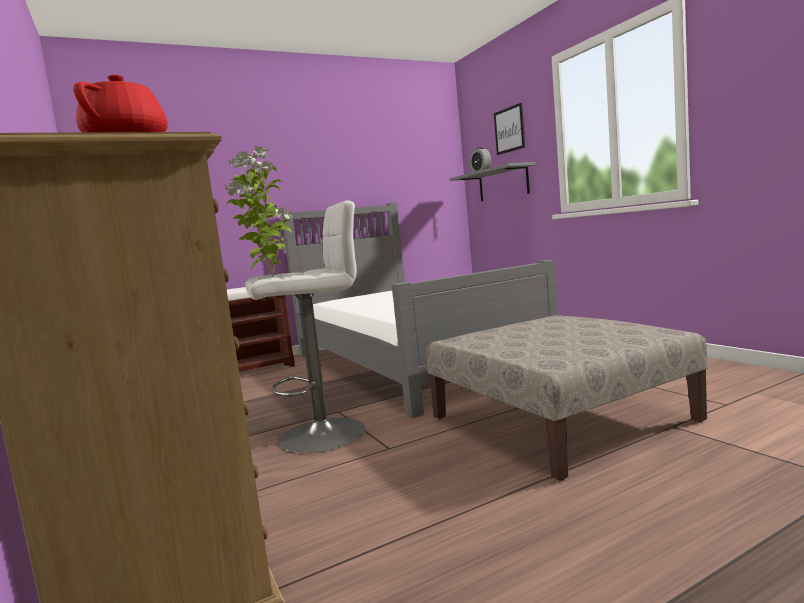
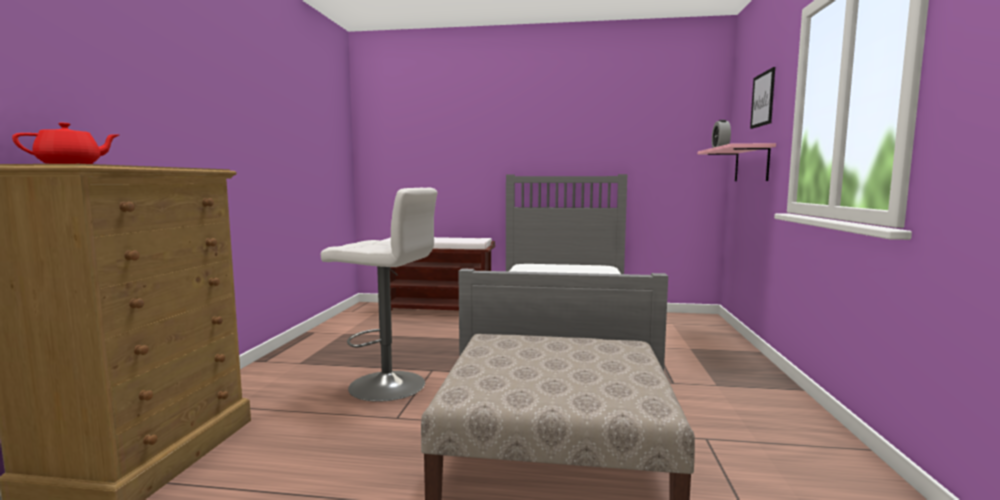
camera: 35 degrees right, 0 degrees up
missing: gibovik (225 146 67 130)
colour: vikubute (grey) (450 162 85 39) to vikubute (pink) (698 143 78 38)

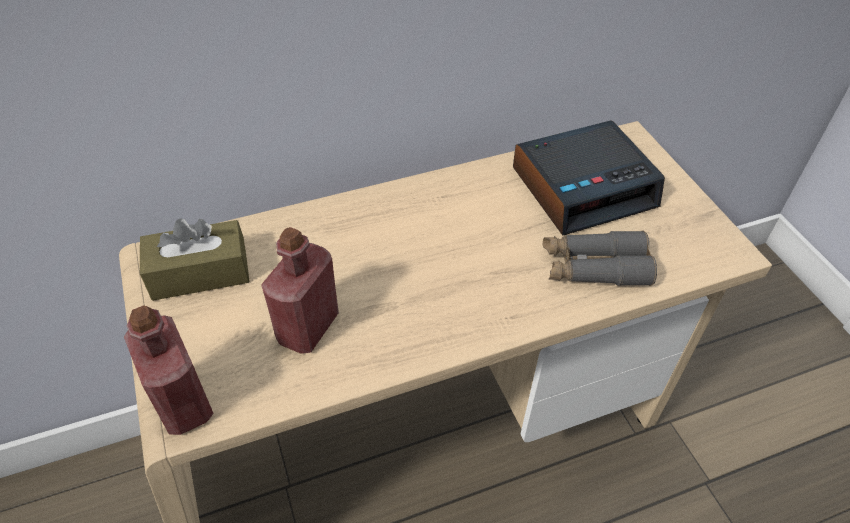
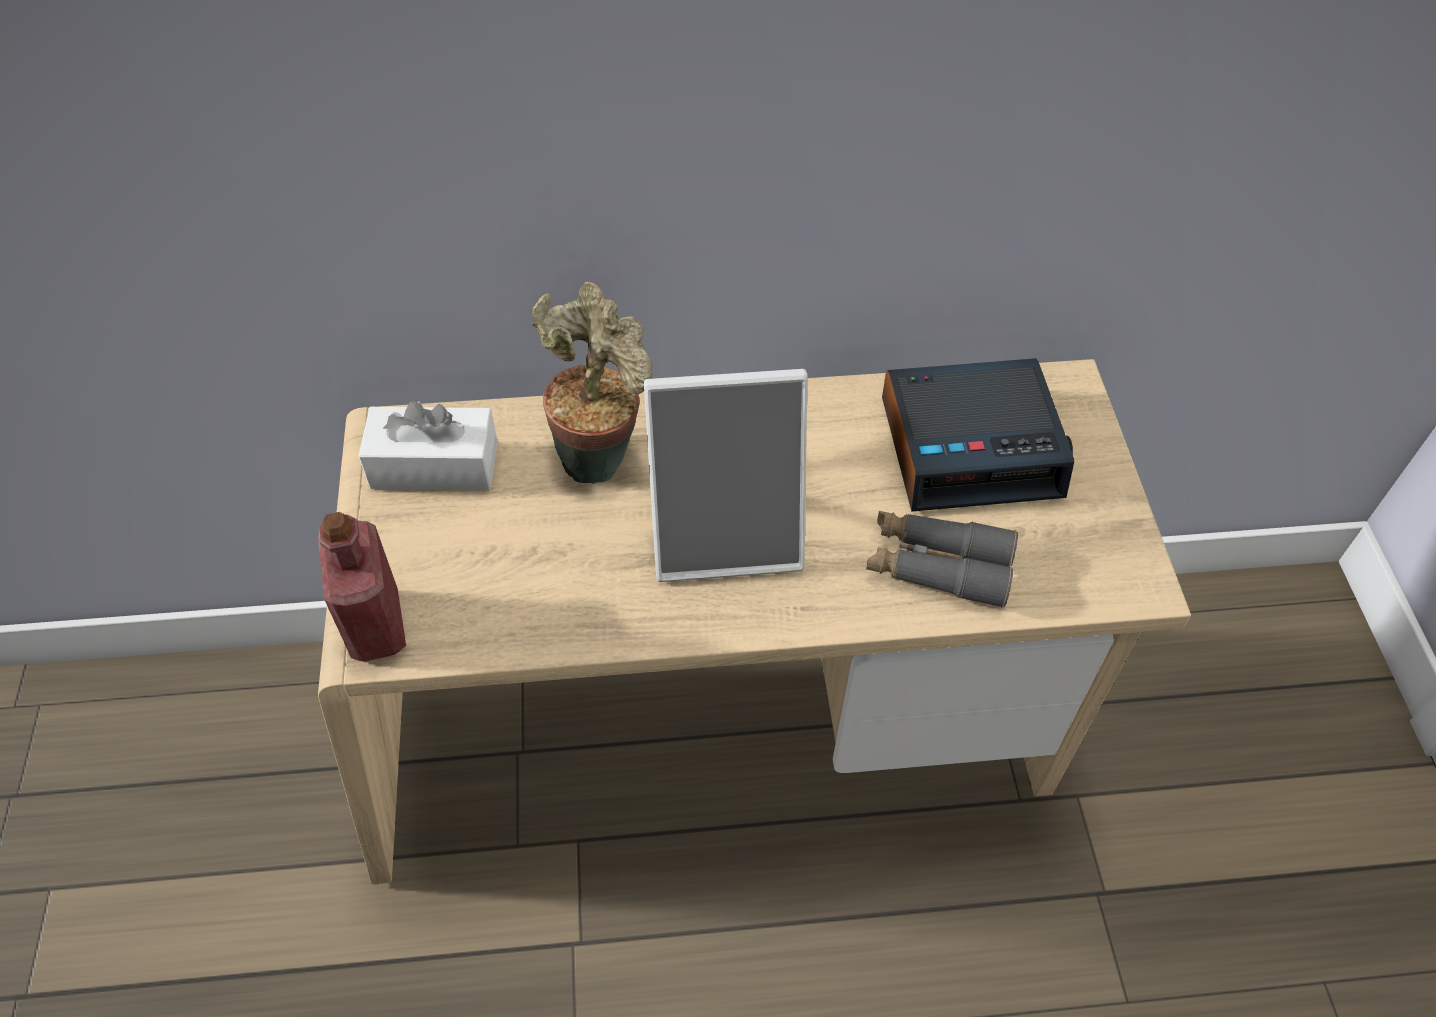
camera: 15 degrees right, 5 degrees up
missing: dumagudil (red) (261 227 78 126)
appeared: gibovik (532 282 121 202); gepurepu (644 369 163 213)
colour: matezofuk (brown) (140 219 110 82) to matezofuk (white) (358 400 140 90)

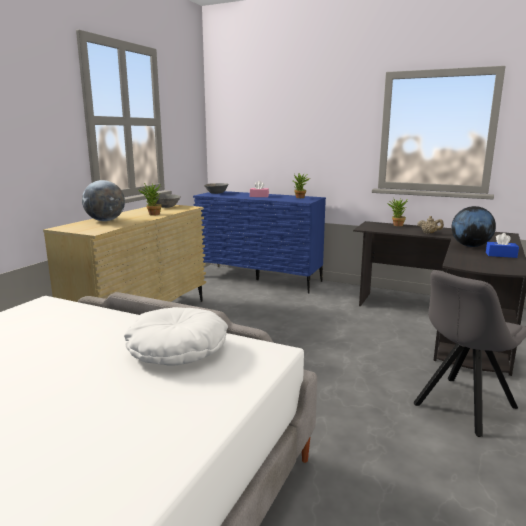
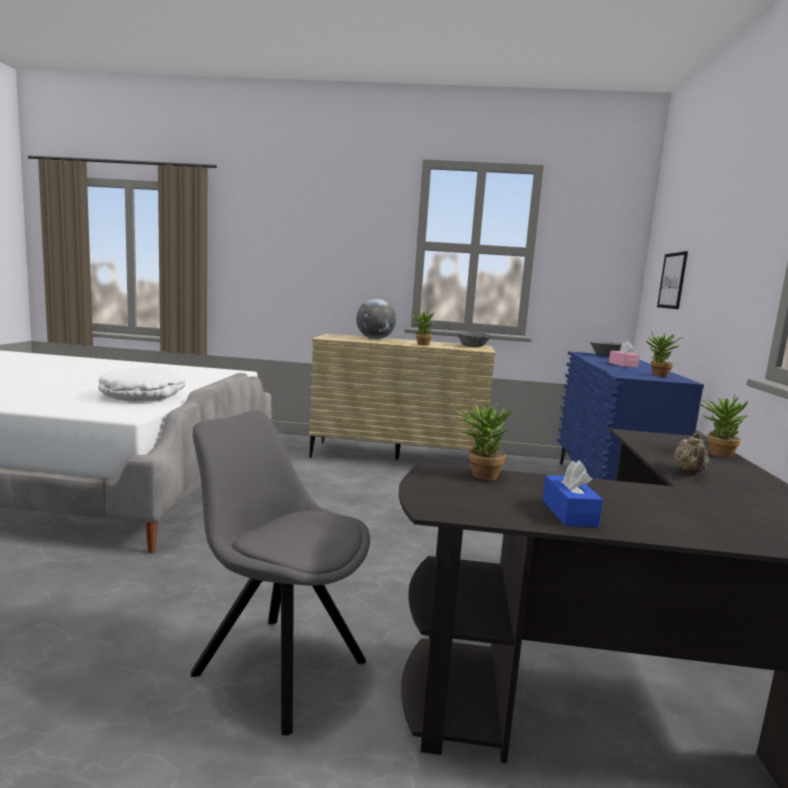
camera: 70 degrees right, 5 degrees down
missing: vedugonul (452 206 44 41)
appeared: gibovik (455 398 58 82); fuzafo (657 251 31 58)

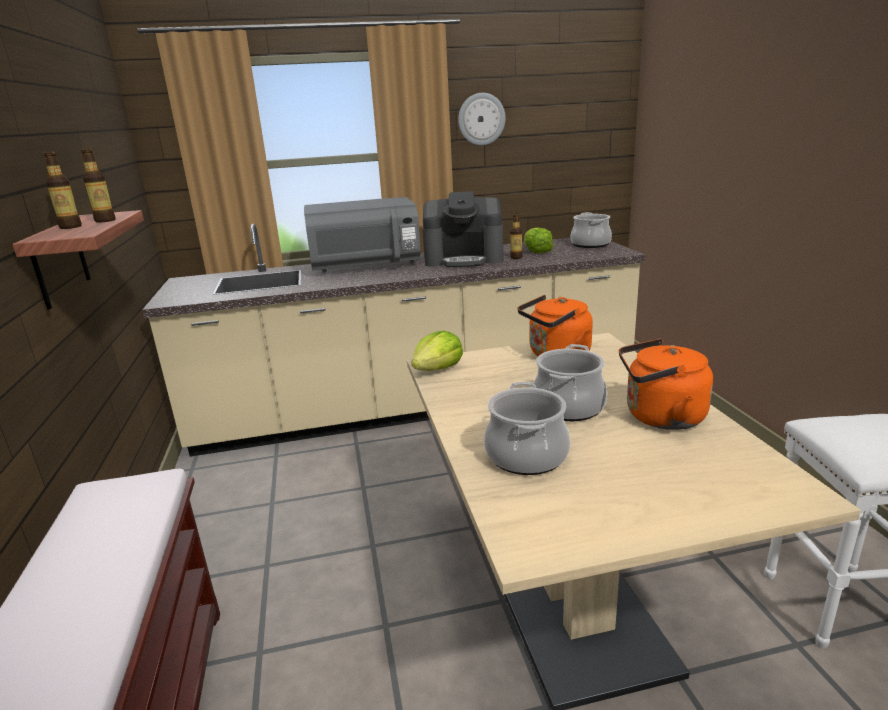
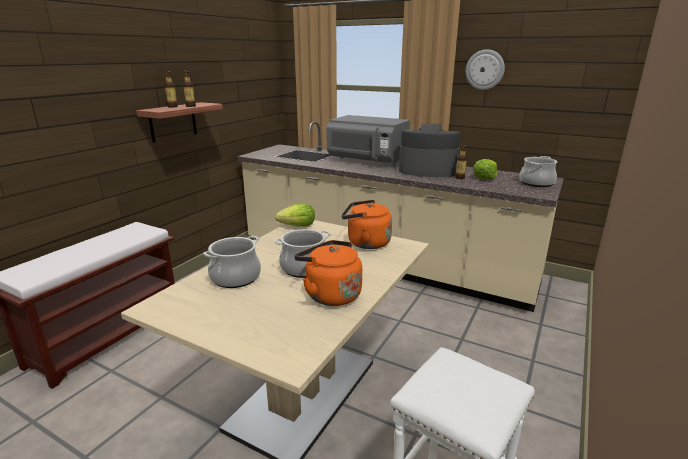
camera: 40 degrees right, 0 degrees up
spun: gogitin (422 191 82 76) = (399 123 61 54) 150 degrees clockwise

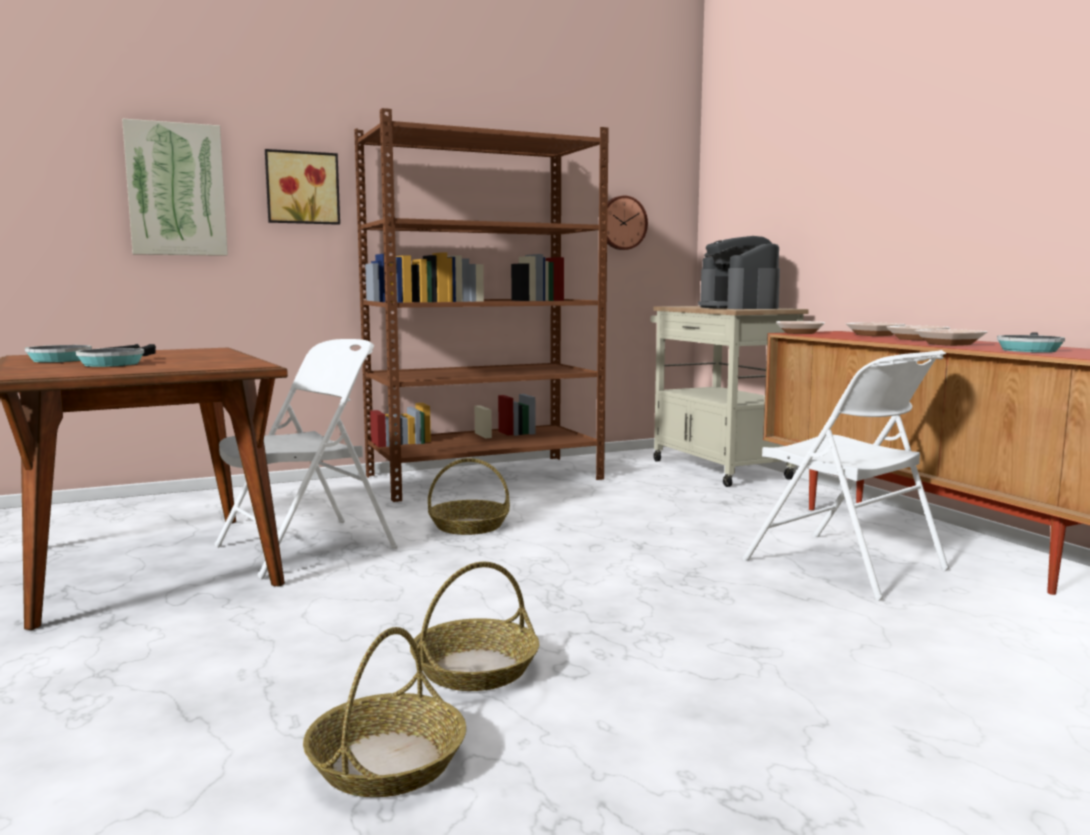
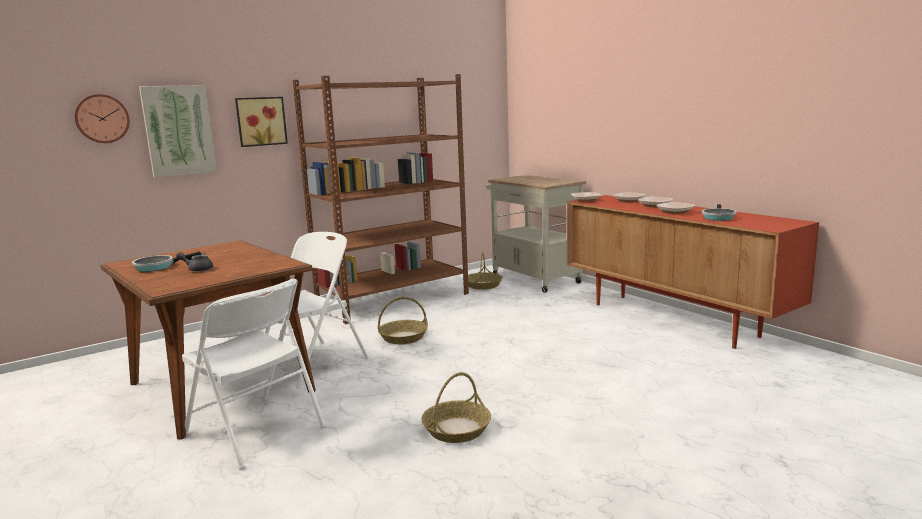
camera: 10 degrees left, 5 degrees up
missing: gogitin (698 236 82 73)
relocated: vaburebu (303 627 163 170) to (468 252 35 38); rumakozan (607 196 41 54) to (74 94 56 49); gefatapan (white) (743 350 206 251) to (182 279 144 192)
exchanged: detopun (76 344 80 23) to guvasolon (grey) (176 252 37 20)

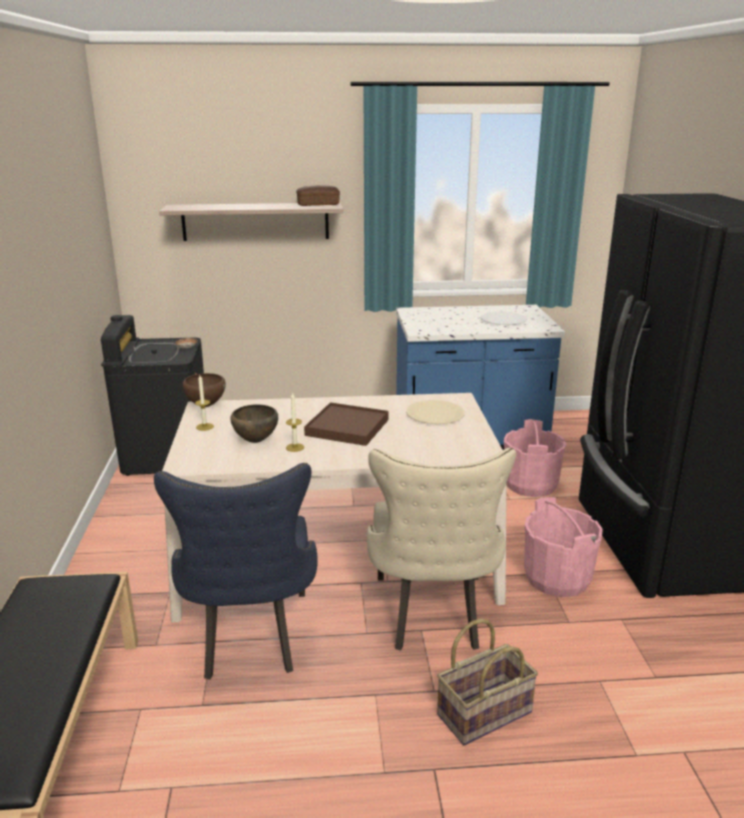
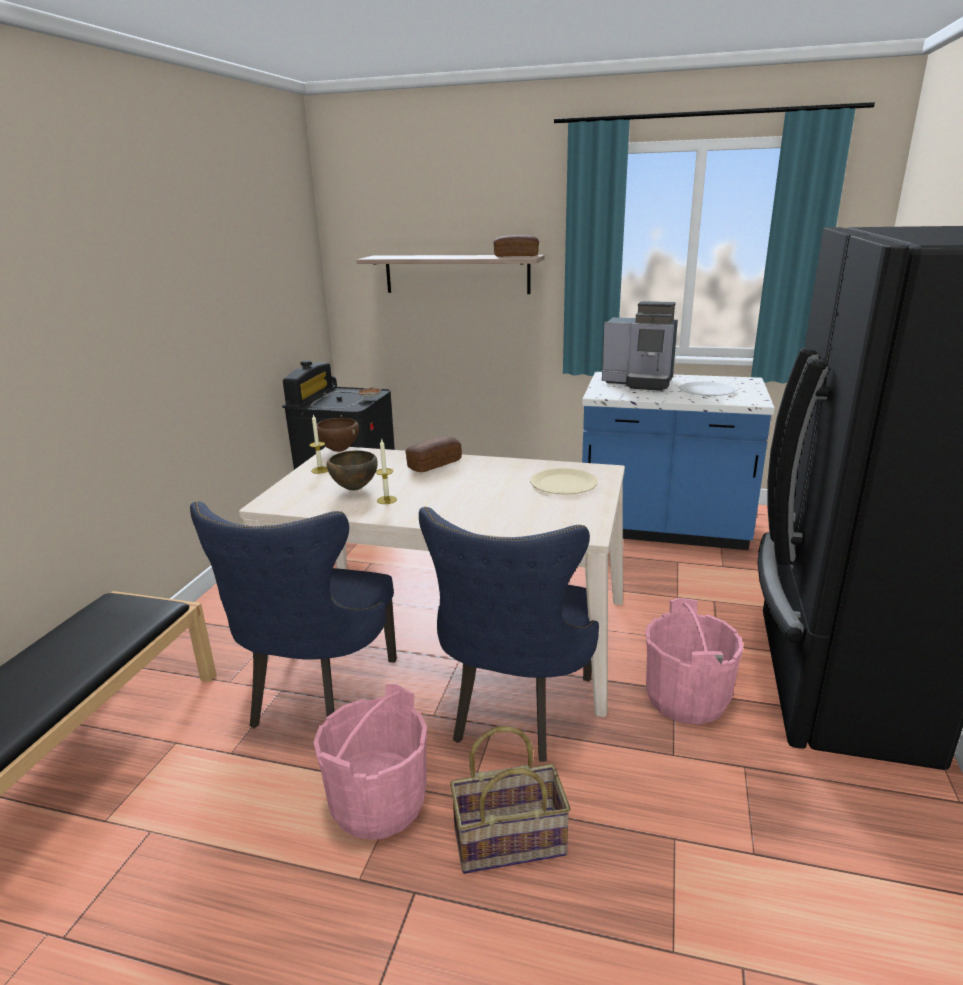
camera: 20 degrees right, 0 degrees up
missing: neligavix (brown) (304 402 85 44)
appeared: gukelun (405 436 57 36); gogitin (602 301 76 90)
relocated: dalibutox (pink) (504 419 62 78) to (314 684 113 156)
colour: gefatapan (beige) (367 448 149 202) to gefatapan (blue) (419 506 180 256)

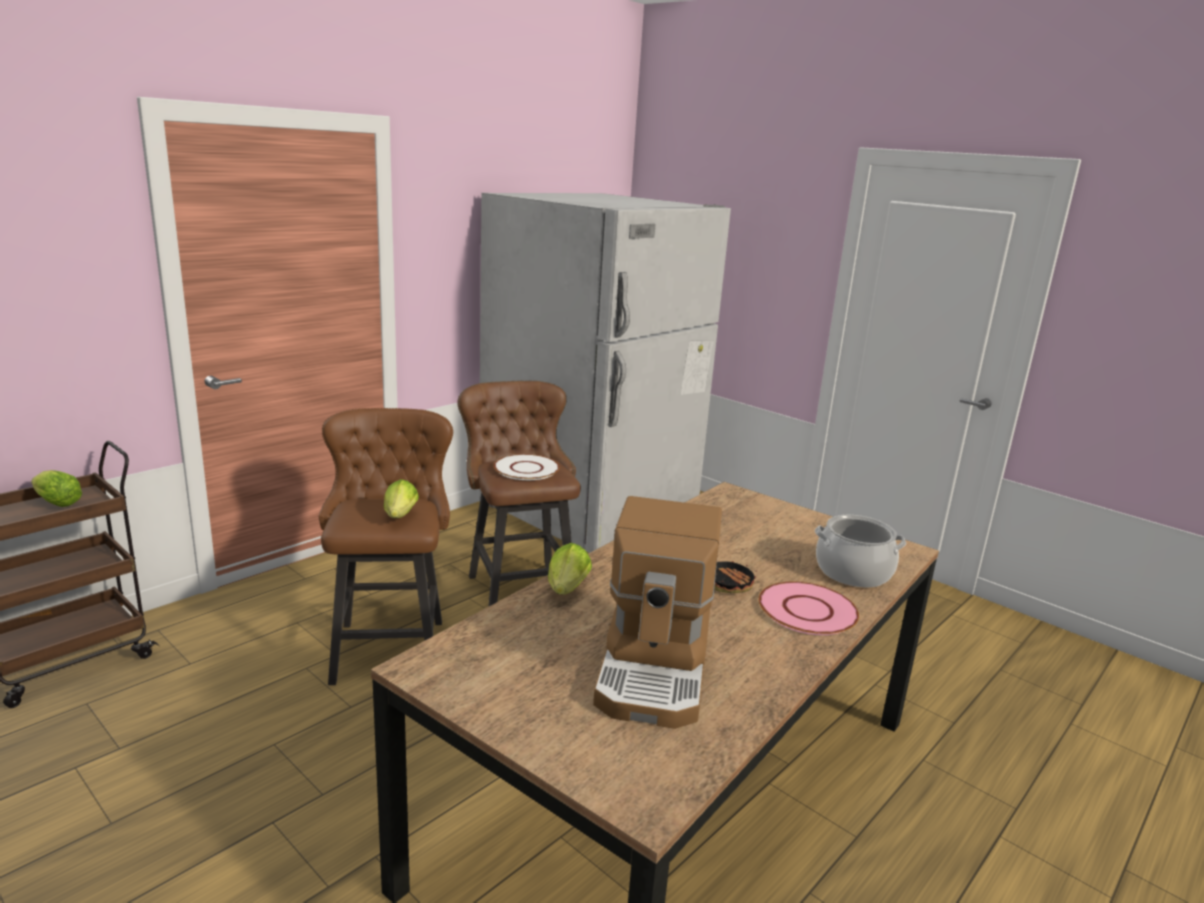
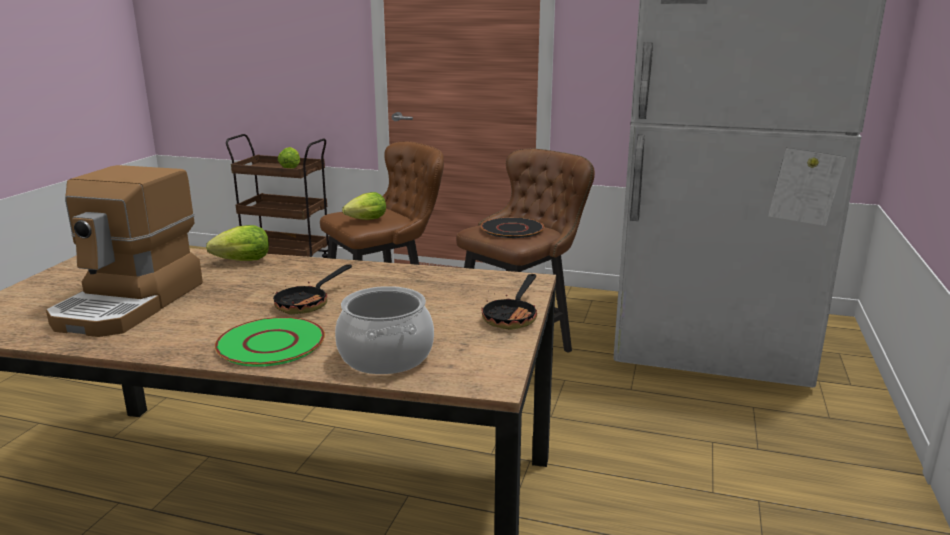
camera: 65 degrees right, 0 degrees up
appeared: detopun (481 274 57 56)
colour: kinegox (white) (494 454 66 26) to kinegox (black) (481 217 63 21); kinegox (pink) (759 582 100 53) to kinegox (green) (215 317 110 50)
spun: gogitin (593 496 129 233) = (46 165 157 172) 60 degrees counterclockwise

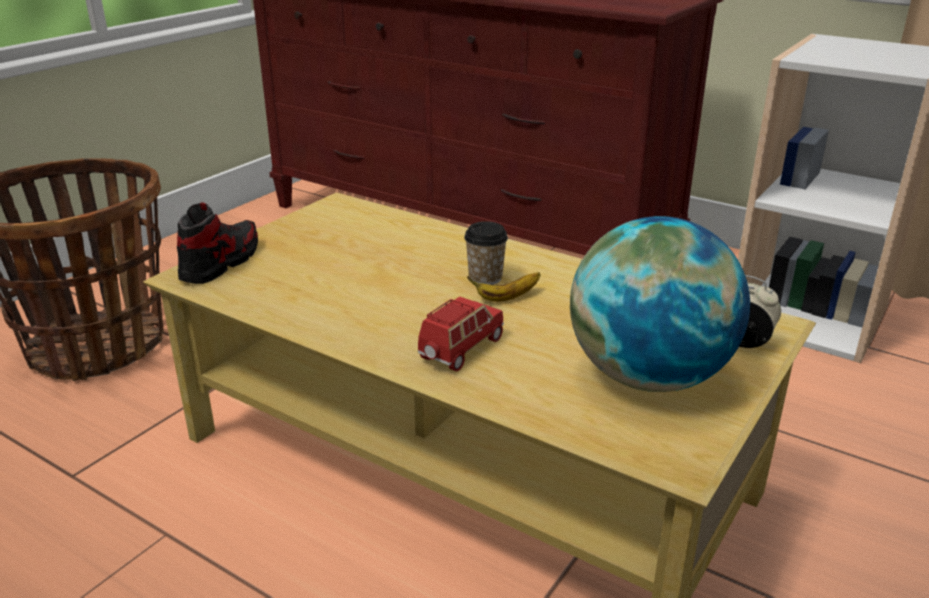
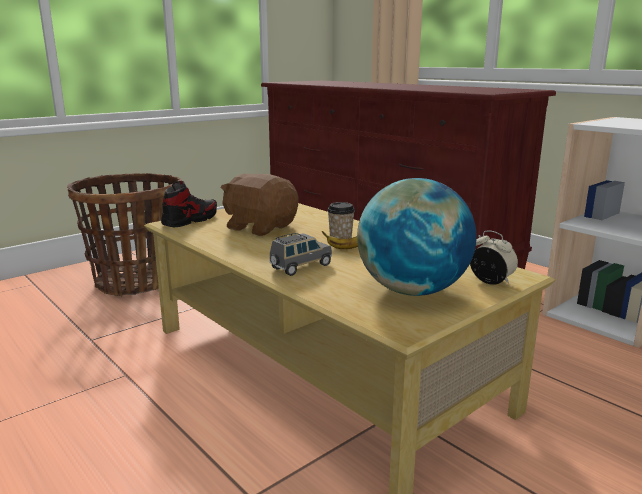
camera: 15 degrees right, 10 degrees down
appeared: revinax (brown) (221 174 77 62)
colour: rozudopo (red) (418 297 86 74) to rozudopo (grey) (269 233 63 43)

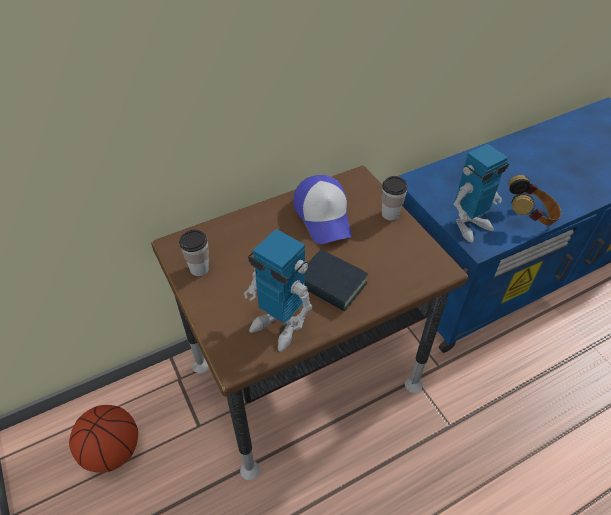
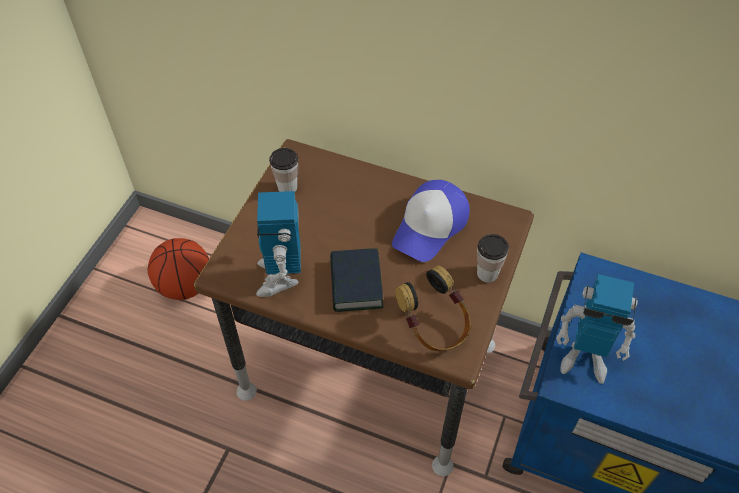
camera: 50 degrees right, 5 degrees up
relocated: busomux (509 175 52 51) to (395 265 76 86)

